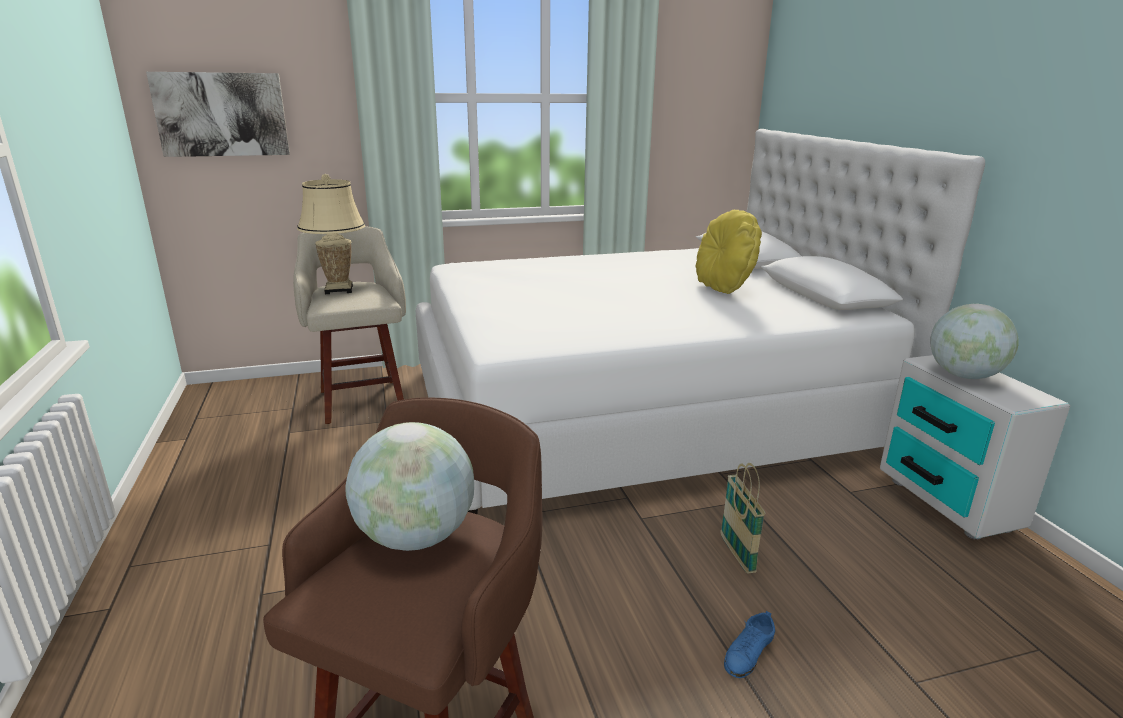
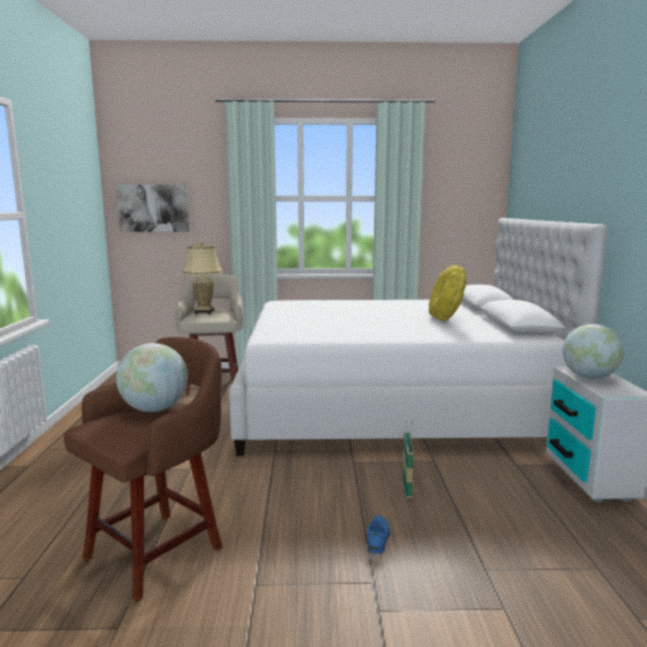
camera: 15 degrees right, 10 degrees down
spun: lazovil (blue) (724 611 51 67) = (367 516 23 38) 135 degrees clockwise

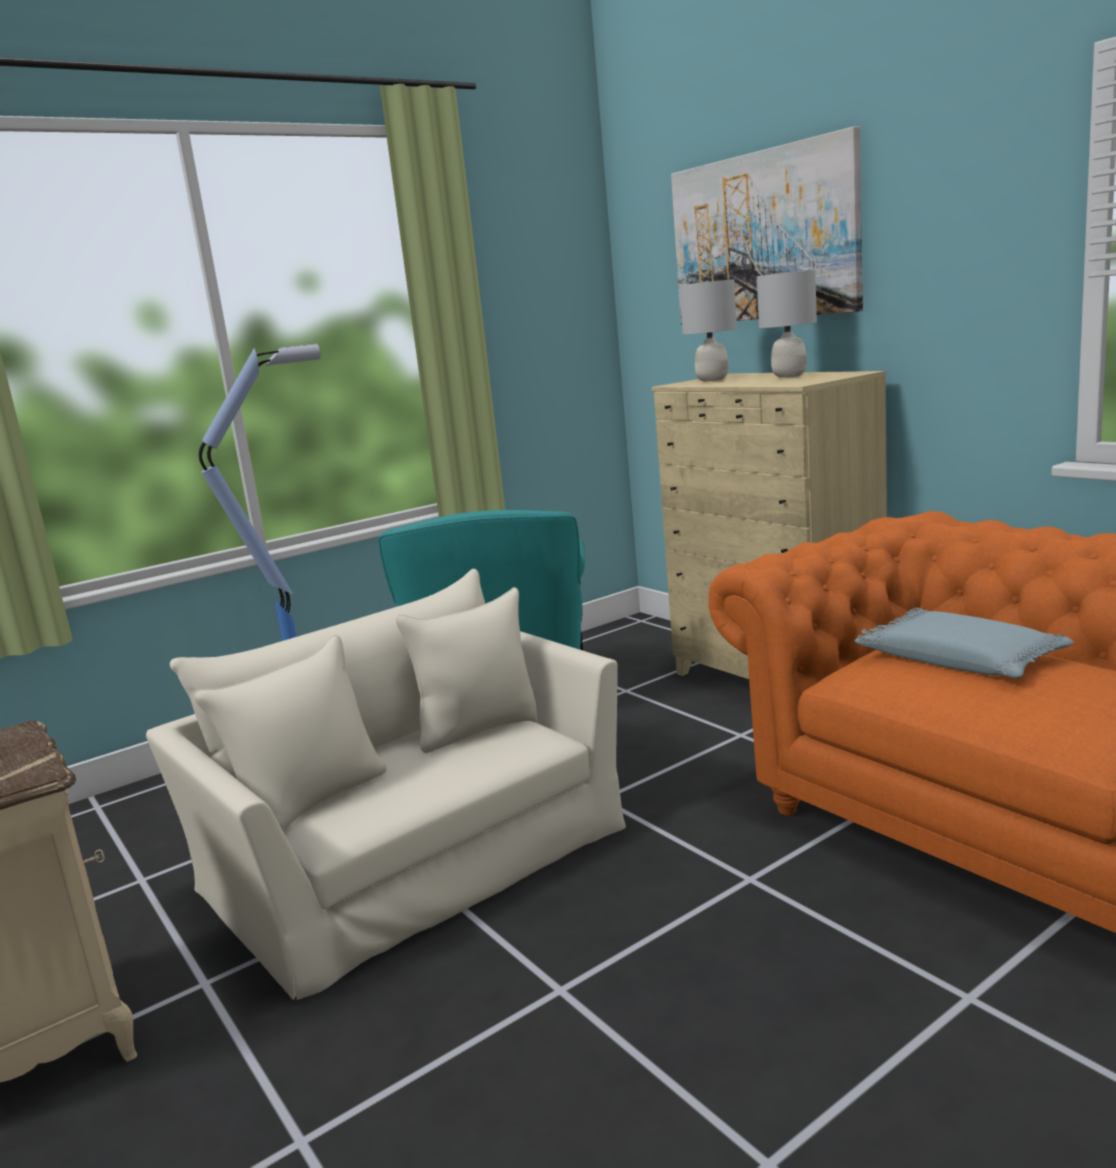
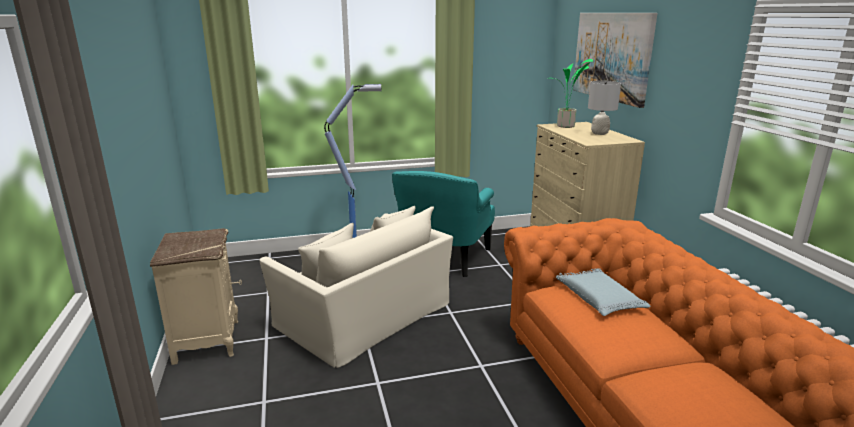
camera: 20 degrees right, 5 degrees up
exchanged: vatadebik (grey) (680 279 57 102) to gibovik (547 59 46 69)
spun: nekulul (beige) (146 569 480 431) = (259 206 194 162) 150 degrees clockwise

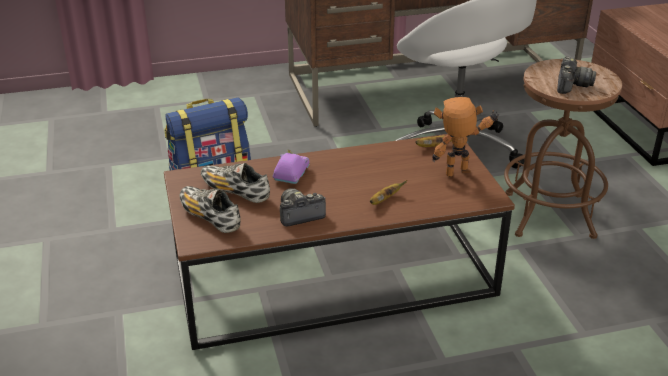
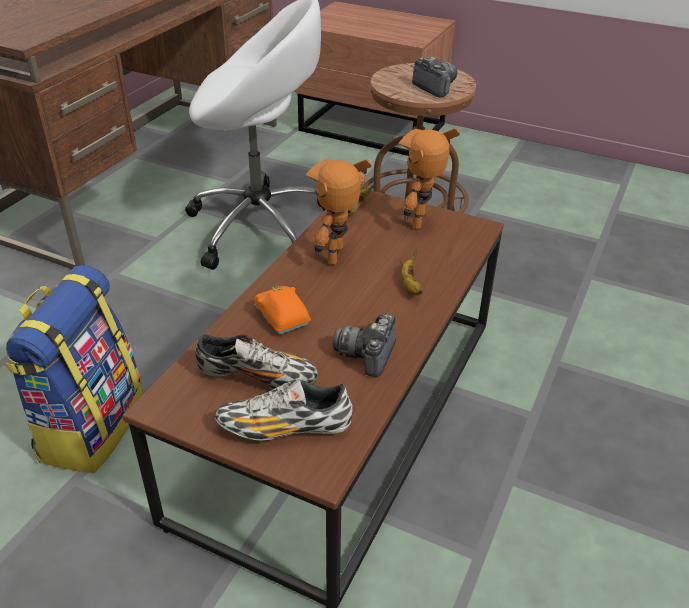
camera: 50 degrees left, 5 degrees up
appeared: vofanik (306 158 66 107)
colour: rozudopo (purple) (272 150 38 34) to rozudopo (orange) (254 286 57 48)
spun: lazovil (201 163 69 40) = (195 334 124 55) 150 degrees counterclockwise

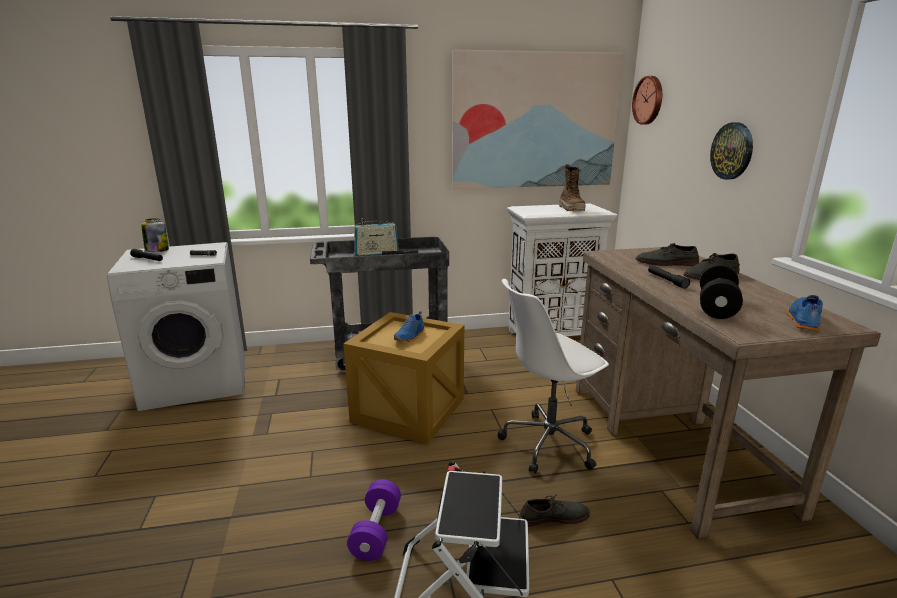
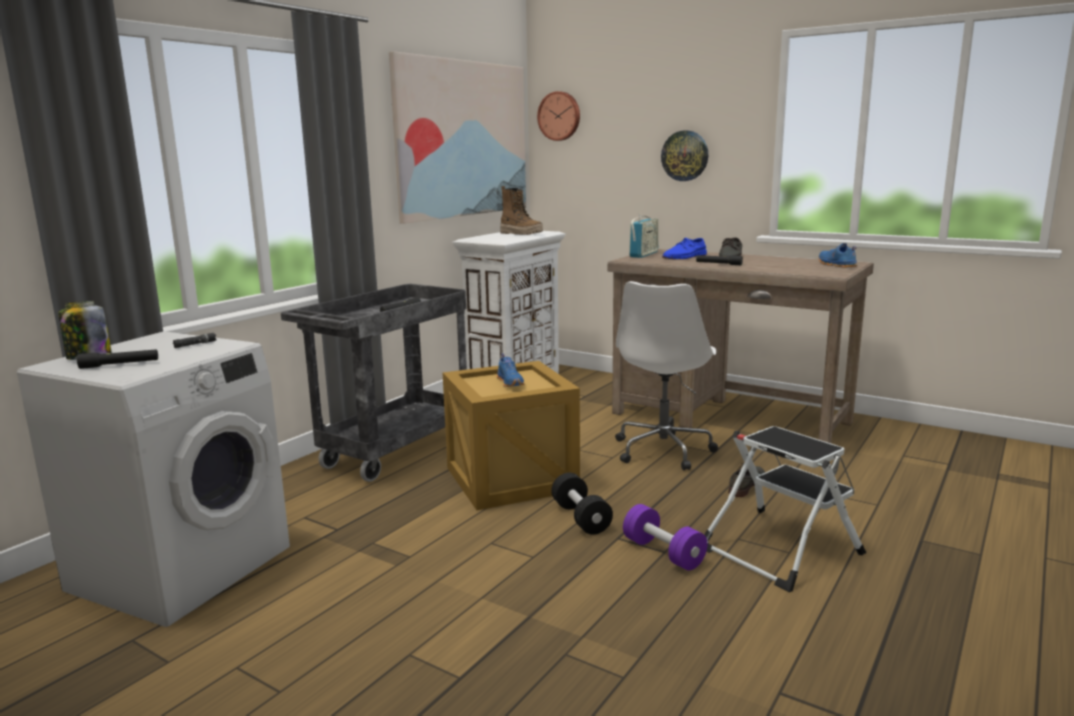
camera: 45 degrees left, 5 degrees down
relocated: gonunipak (354 218 45 38) to (629 213 29 45); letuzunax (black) (700 263 43 56) to (551 473 62 62)
colour: lazovil (grey) (636 243 63 23) to lazovil (blue) (662 238 45 21)

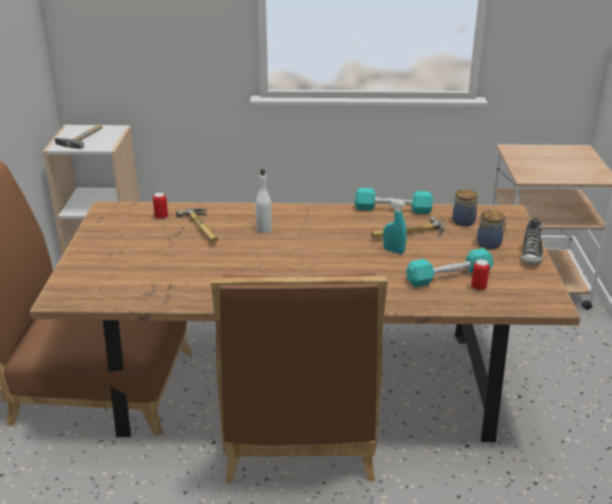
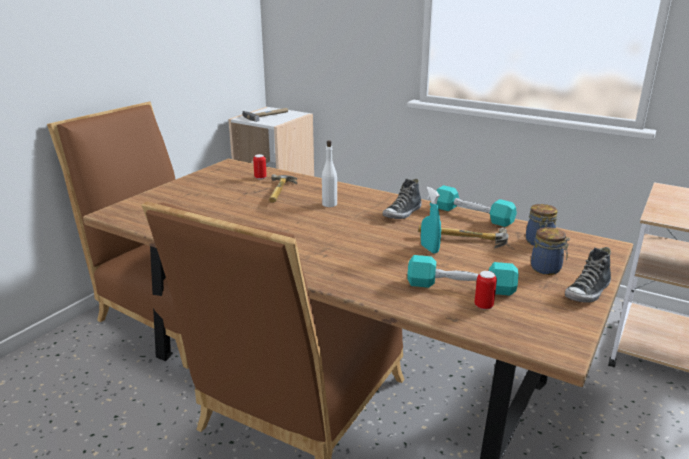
camera: 30 degrees right, 5 degrees down
appeared: lazovil (382 179 40 40)

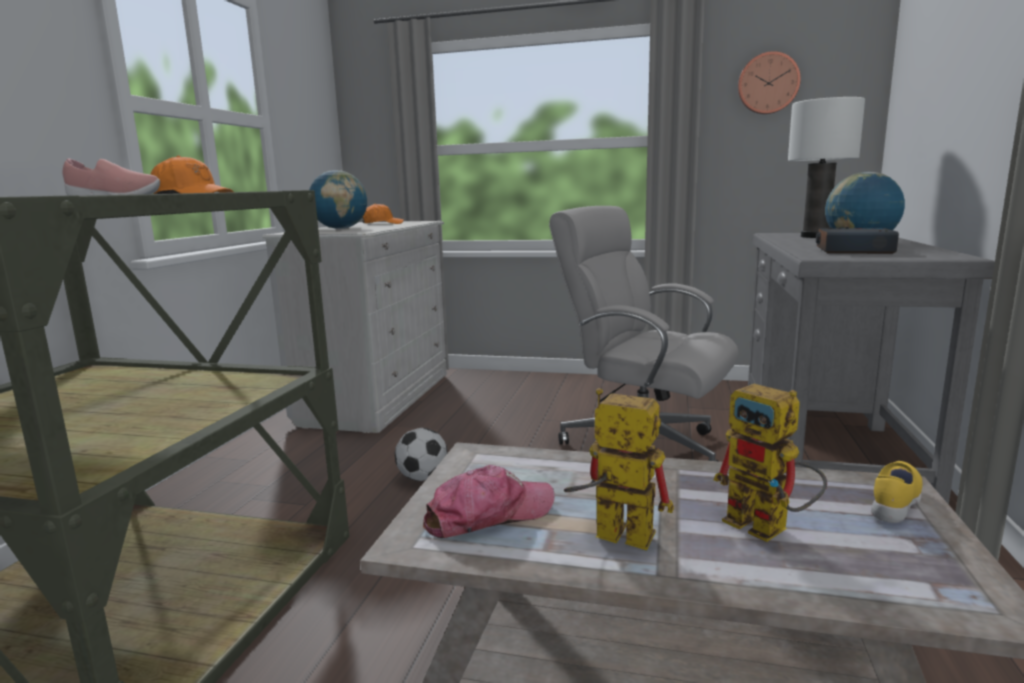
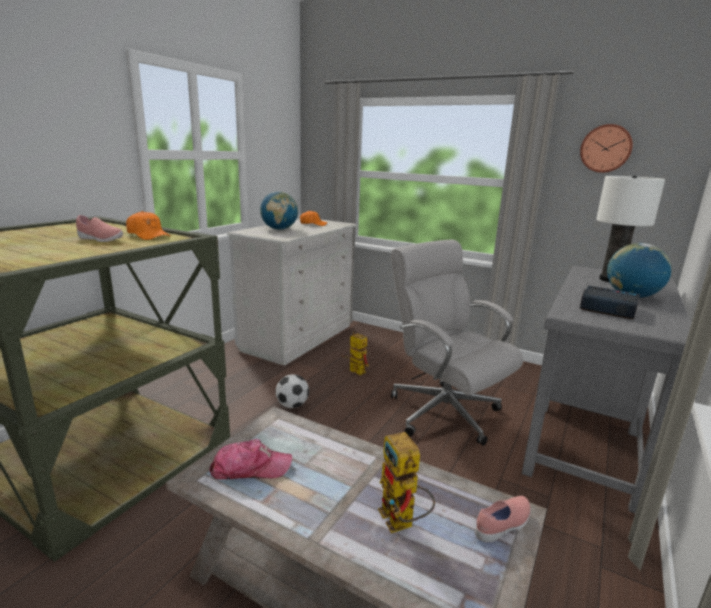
camera: 15 degrees right, 5 degrees up
relocated: vofanik (564 388 110 162) to (342 331 27 44)
colour: lazovil (yellow) (871 461 51 62) to lazovil (pink) (475 496 56 47)

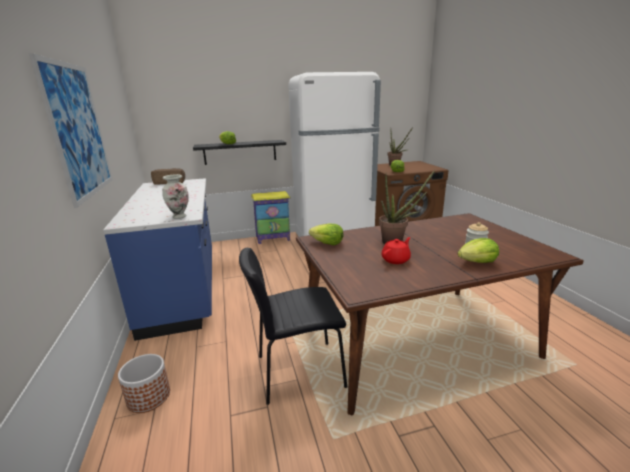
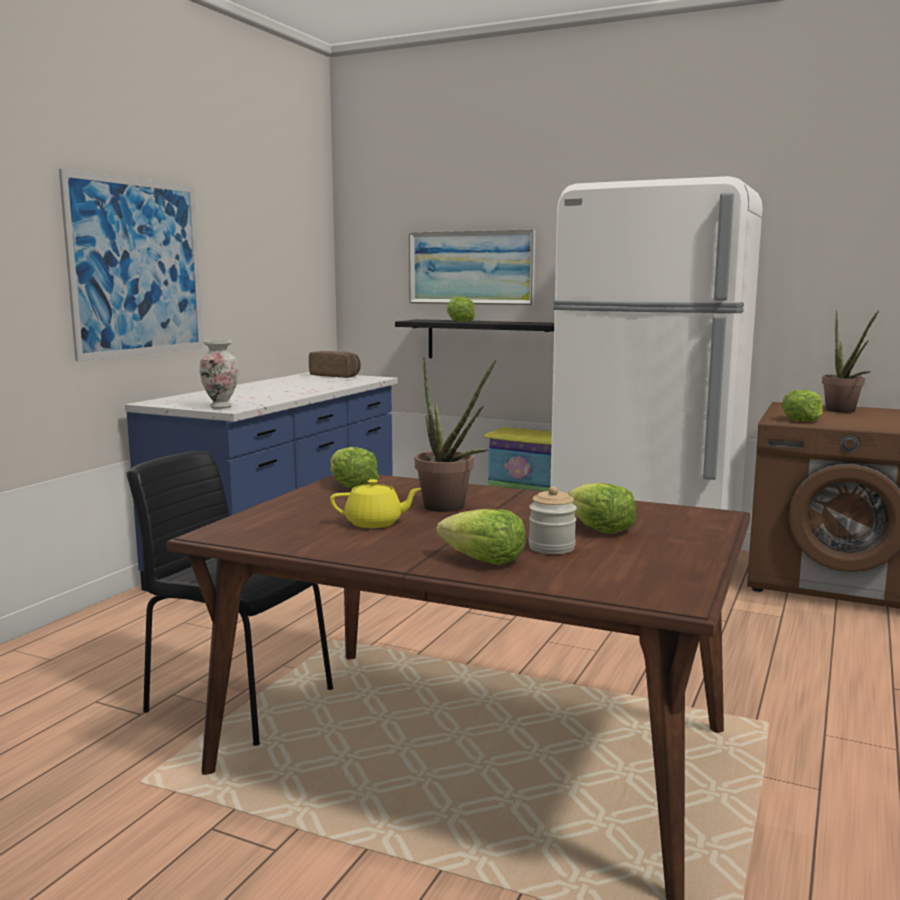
camera: 40 degrees right, 10 degrees down
missing: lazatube (118 354 52 59)
appeared: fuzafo (409 229 127 76); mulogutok (568 483 68 51)
colour: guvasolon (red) (381 237 30 27) to guvasolon (yellow) (330 479 92 49)

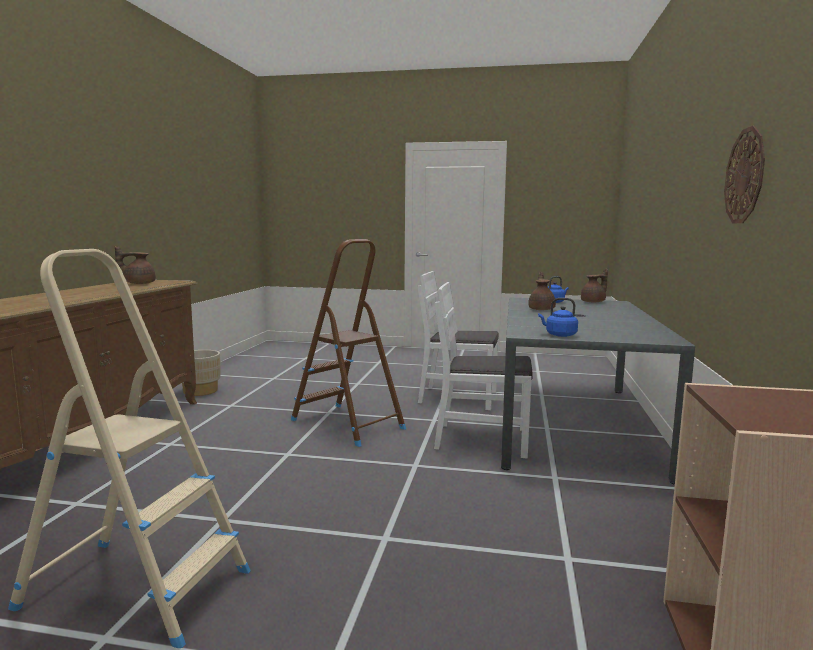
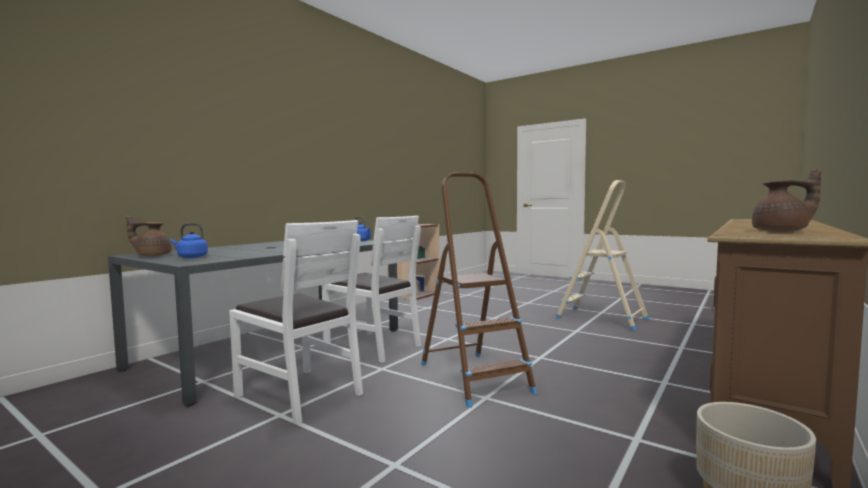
camera: 155 degrees left, 5 degrees down
missing: guvasolon (brown) (528 272 28 38); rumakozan (724 126 41 97)

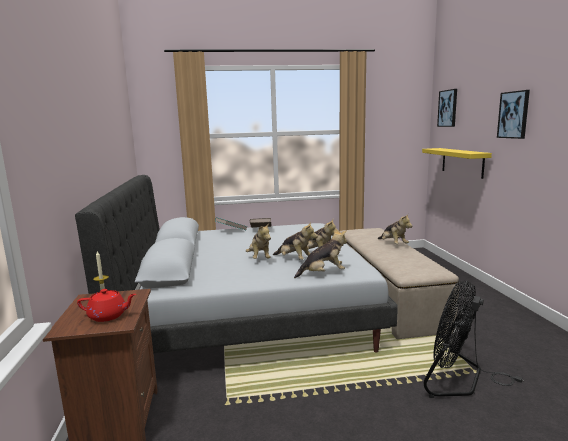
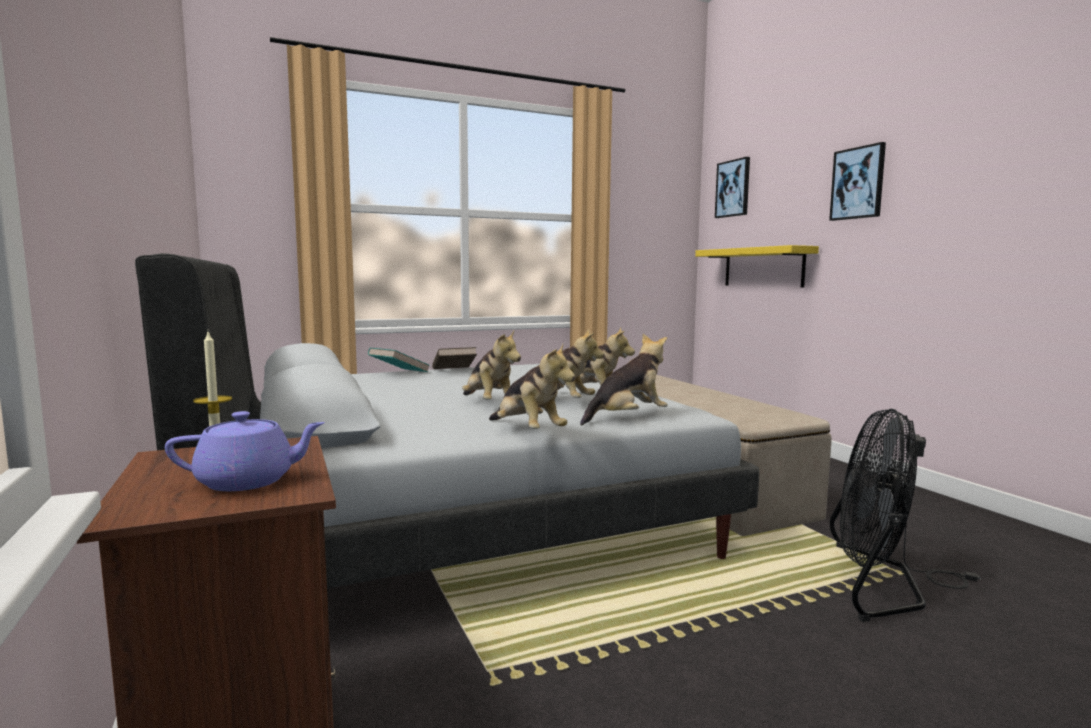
camera: 15 degrees left, 5 degrees down
relocated: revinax (378 214 34 30) to (489 344 86 85)
colour: guvasolon (red) (77 289 59 33) to guvasolon (purple) (165 411 160 80)

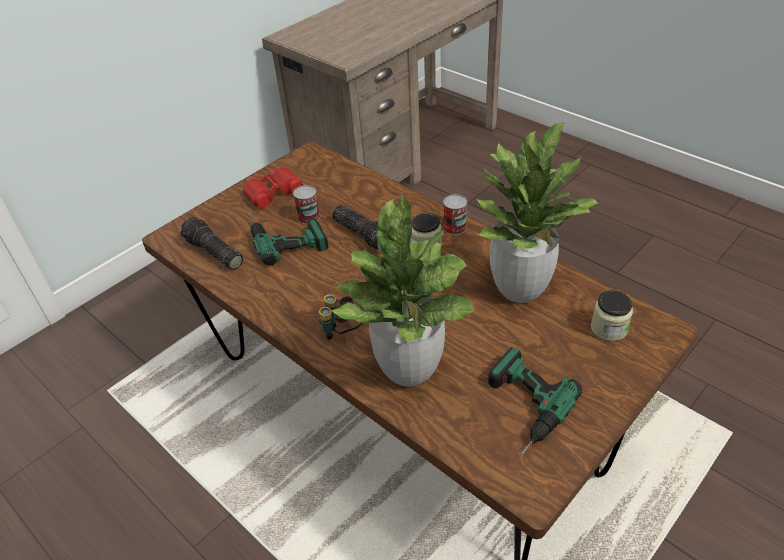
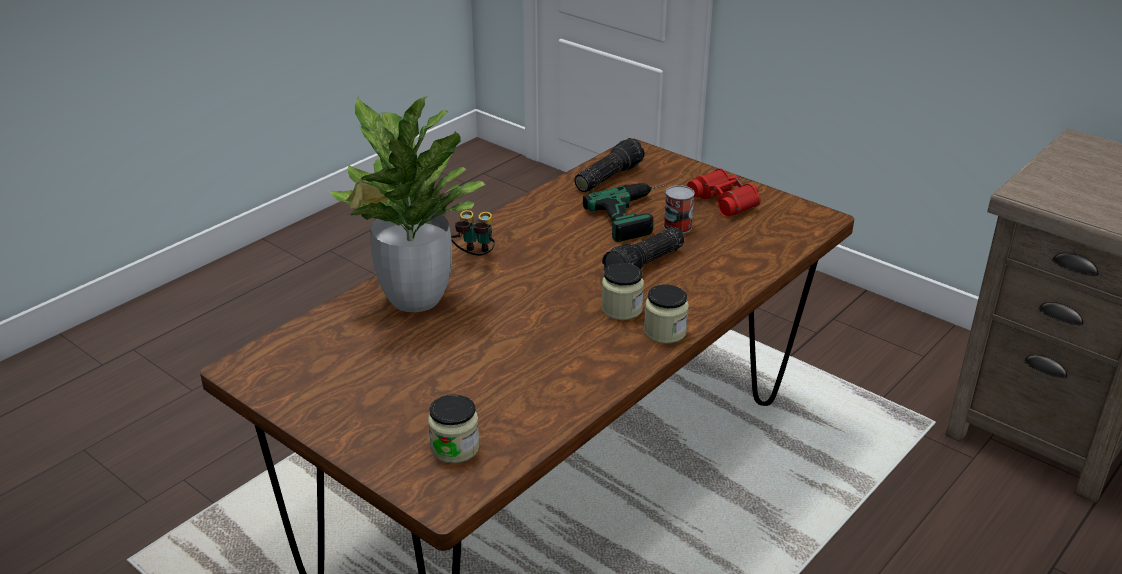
camera: 85 degrees right, 10 degrees down
missing: gibovik (476 123 123 180); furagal (488 347 94 108)
exchanged: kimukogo (443 194 24 41) to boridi (644 284 45 60)

